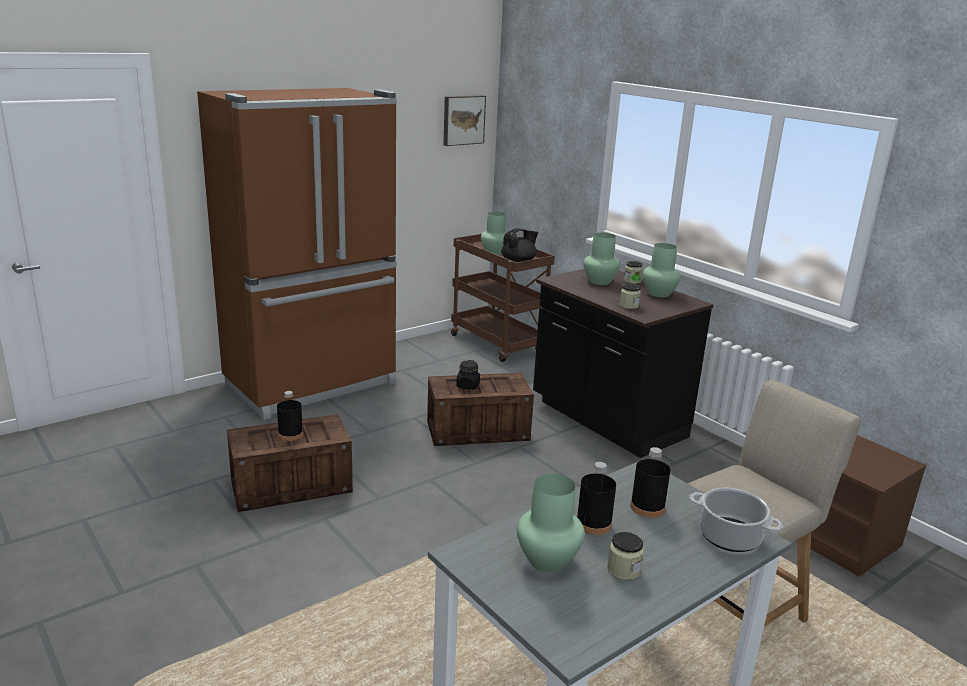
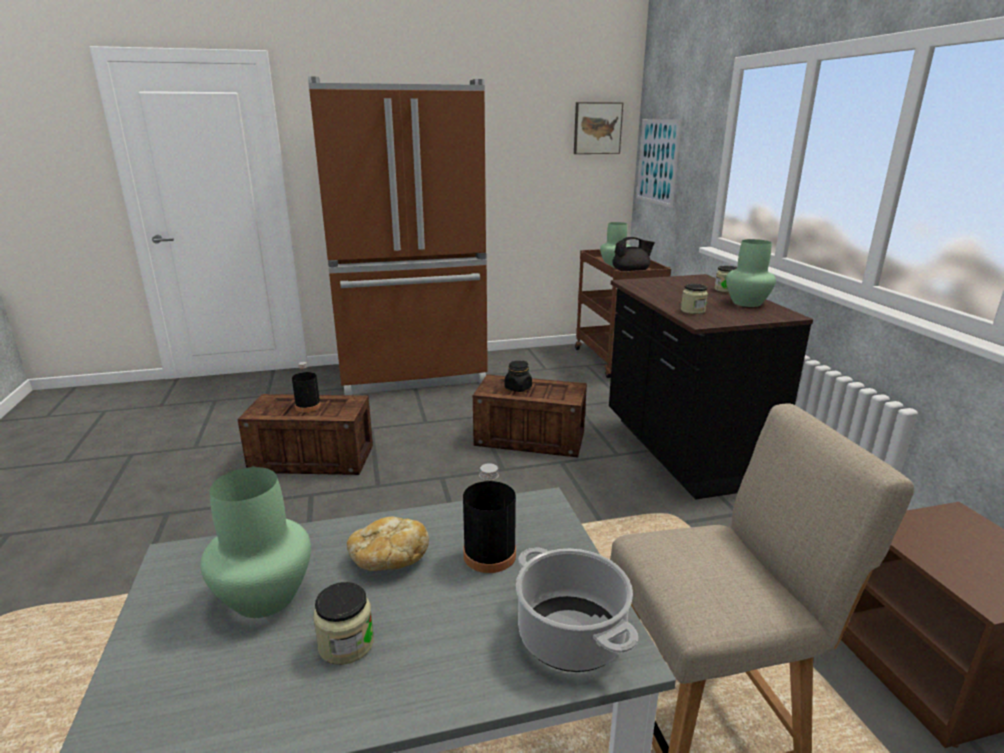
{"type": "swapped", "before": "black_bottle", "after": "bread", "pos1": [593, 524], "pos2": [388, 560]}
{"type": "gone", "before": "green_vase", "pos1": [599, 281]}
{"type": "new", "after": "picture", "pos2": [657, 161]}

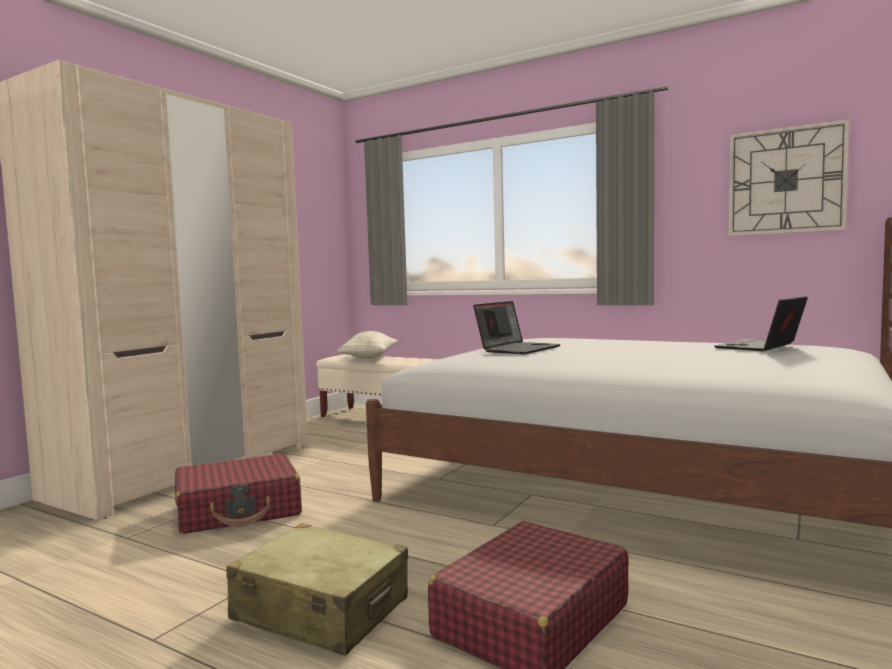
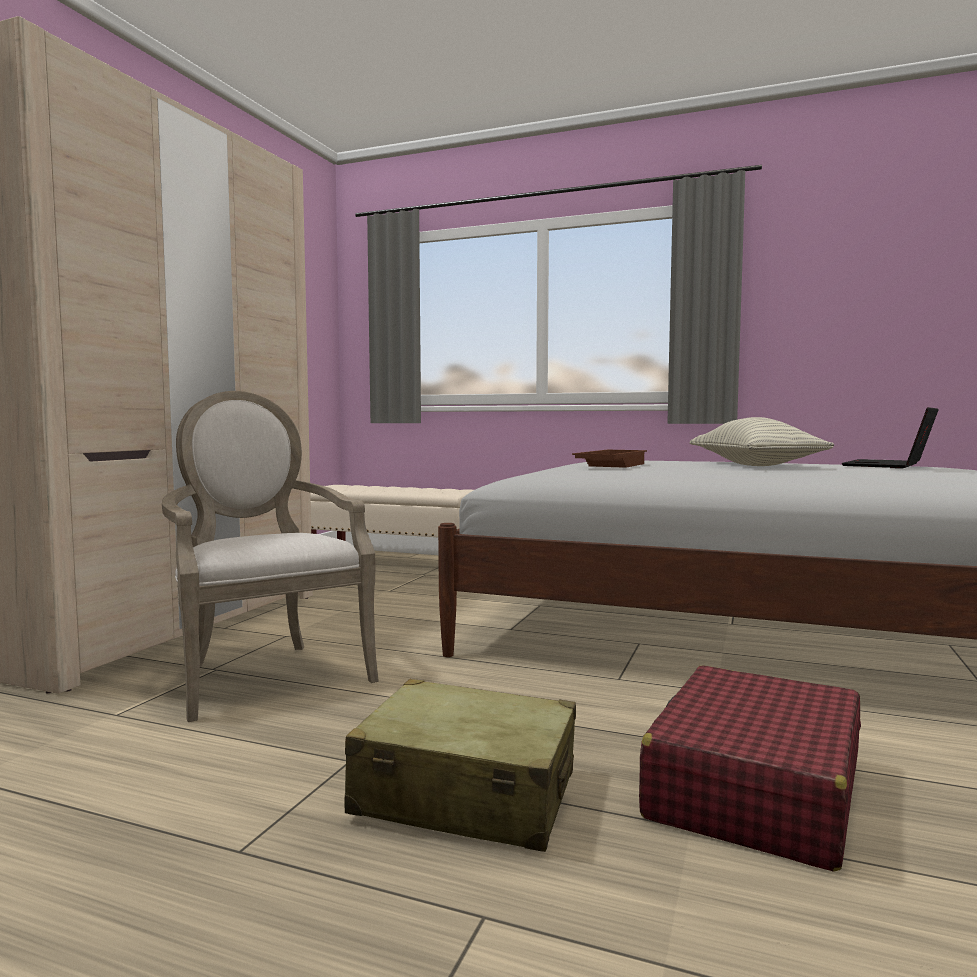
{"type": "swapped", "before": "red_suitcase", "after": "armchair", "pos1": [239, 510], "pos2": [266, 674]}
{"type": "shifted", "before": "pillow", "pos1": [369, 358], "pos2": [754, 465]}
{"type": "swapped", "before": "laptop", "after": "brown_tray", "pos1": [518, 349], "pos2": [609, 466]}
{"type": "gone", "before": "wall_clock", "pos1": [786, 181]}

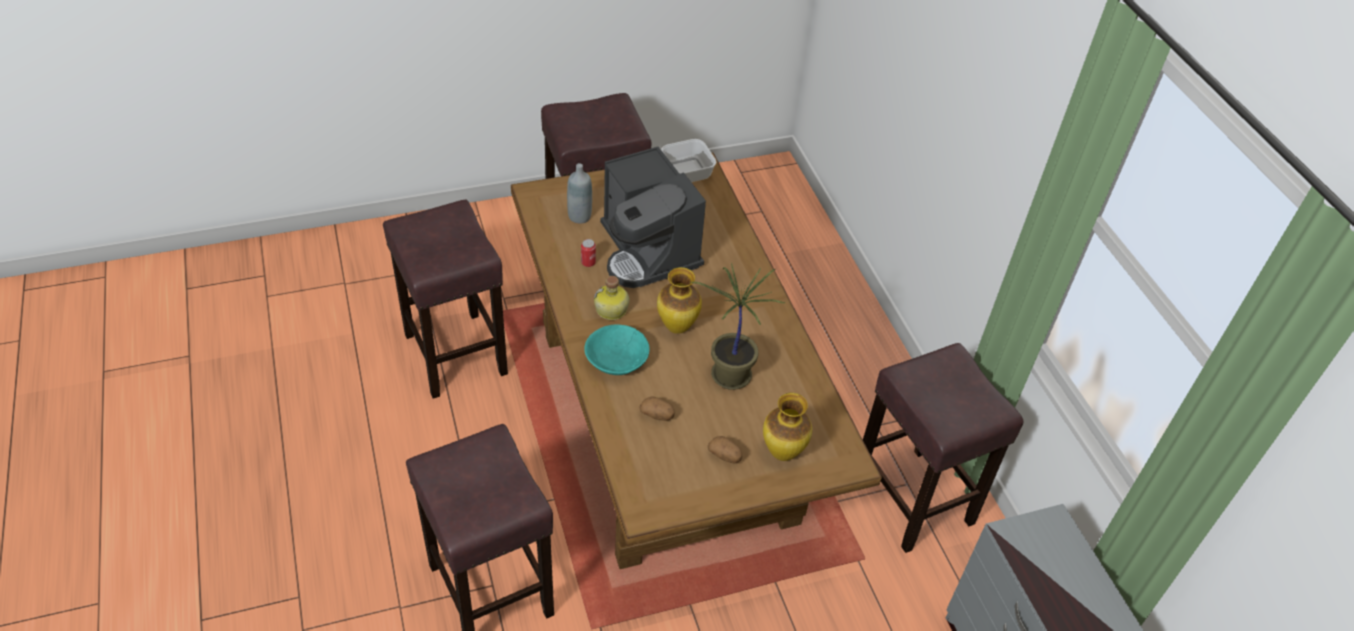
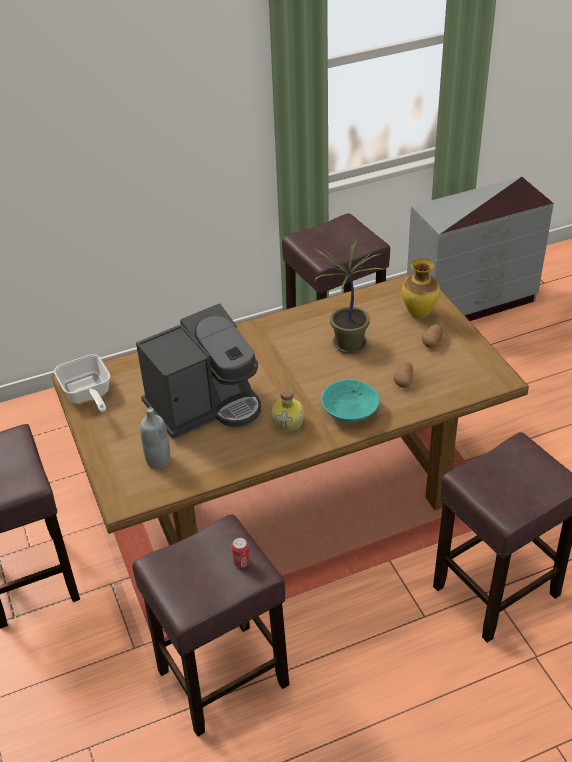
{"type": "shifted", "before": "can", "pos1": [588, 262], "pos2": [241, 562]}
{"type": "gone", "before": "vase", "pos1": [676, 327]}

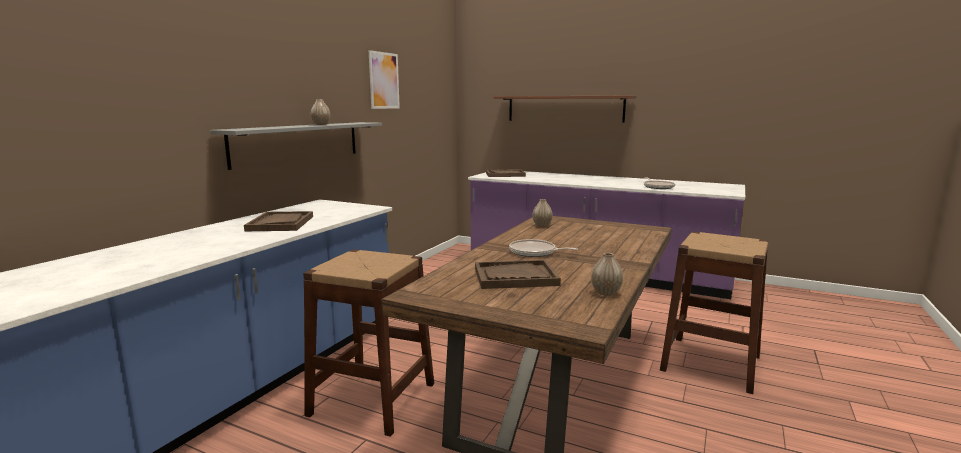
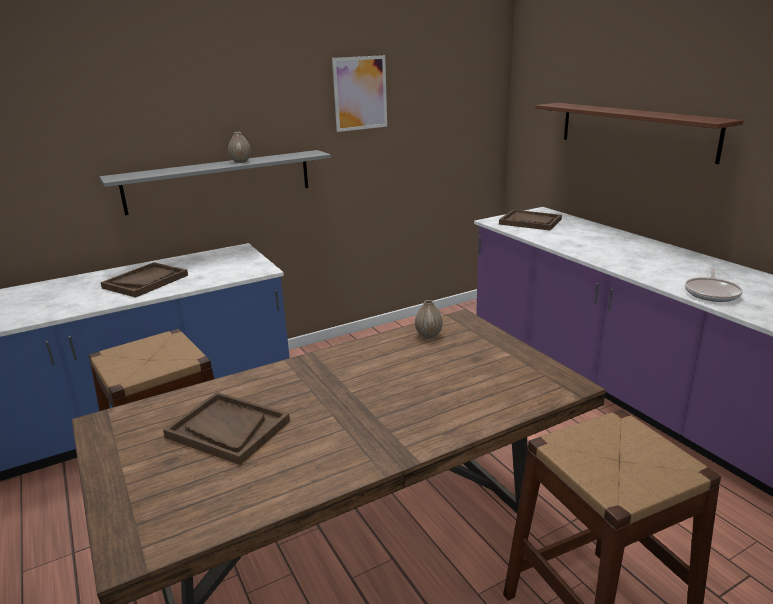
{"type": "gone", "before": "frying_pan", "pos1": [534, 252]}
{"type": "gone", "before": "vase", "pos1": [606, 293]}

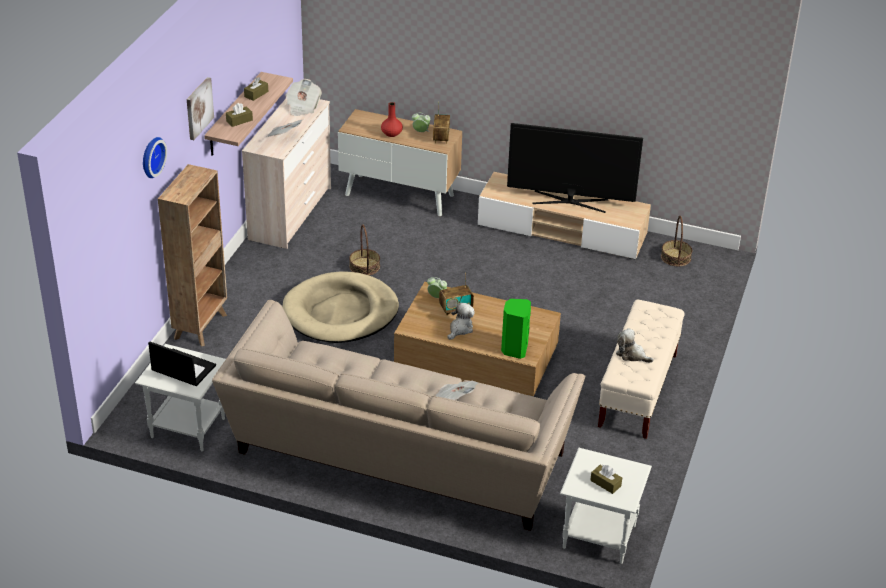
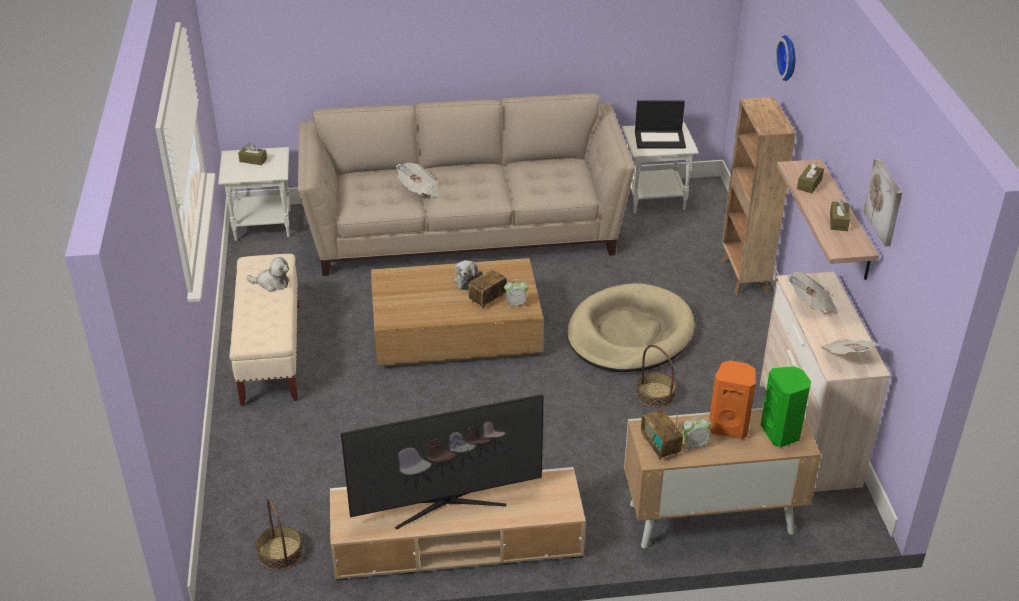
{"type": "shifted", "before": "picture", "pos1": [198, 108], "pos2": [885, 202]}
{"type": "swapped", "before": "red_vase", "after": "orange_speaker", "pos1": [391, 134], "pos2": [729, 426]}
{"type": "shifted", "before": "green_speaker", "pos1": [514, 349], "pos2": [781, 433]}

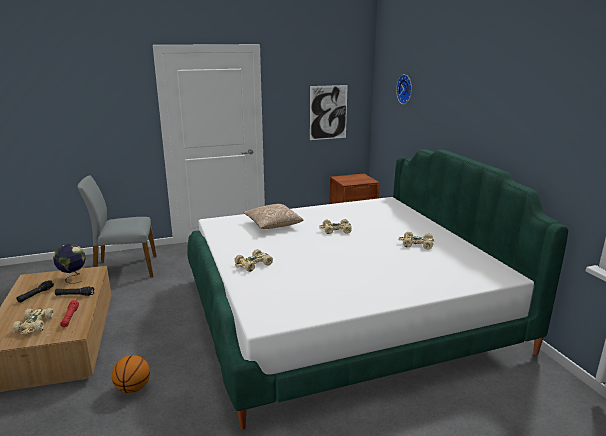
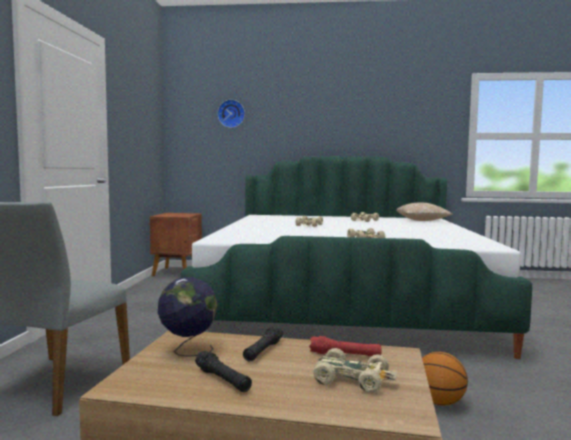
{"type": "shifted", "before": "pillow", "pos1": [272, 225], "pos2": [422, 220]}
{"type": "gone", "before": "picture", "pos1": [328, 112]}

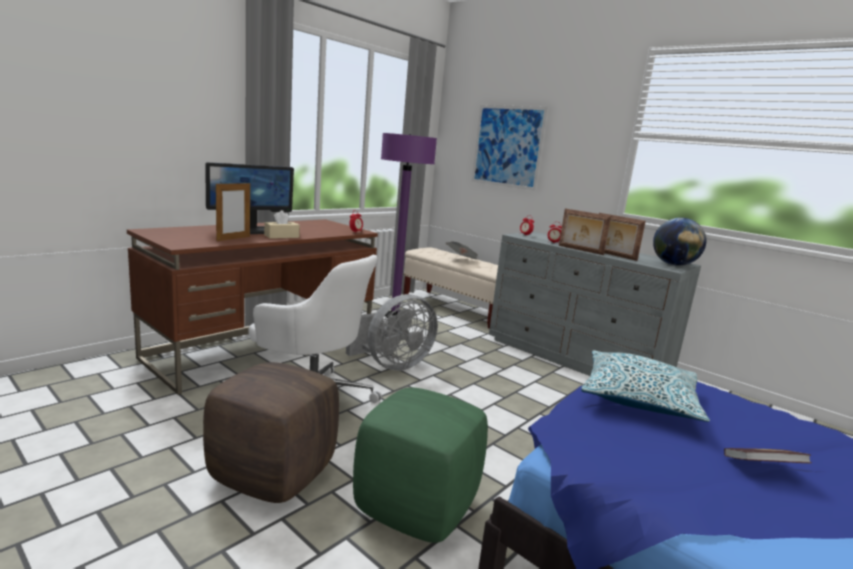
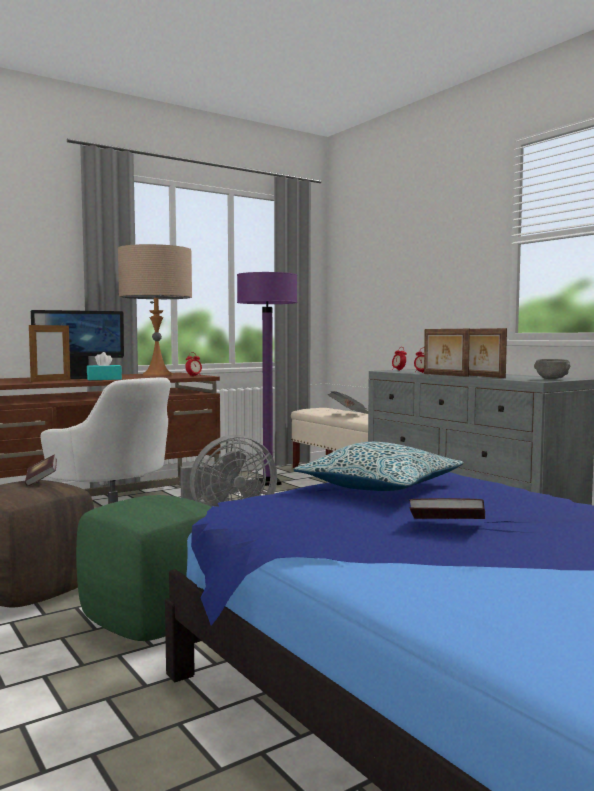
{"type": "repainted", "before": "beige_tissue_box", "after": "turquoise_tissue_box", "pos1": [281, 236], "pos2": [104, 379]}
{"type": "gone", "before": "picture", "pos1": [508, 146]}
{"type": "swapped", "before": "globe", "after": "grey_bowl", "pos1": [673, 265], "pos2": [552, 379]}
{"type": "new", "after": "book", "pos2": [41, 480]}
{"type": "new", "after": "beige_table_lamp", "pos2": [157, 374]}

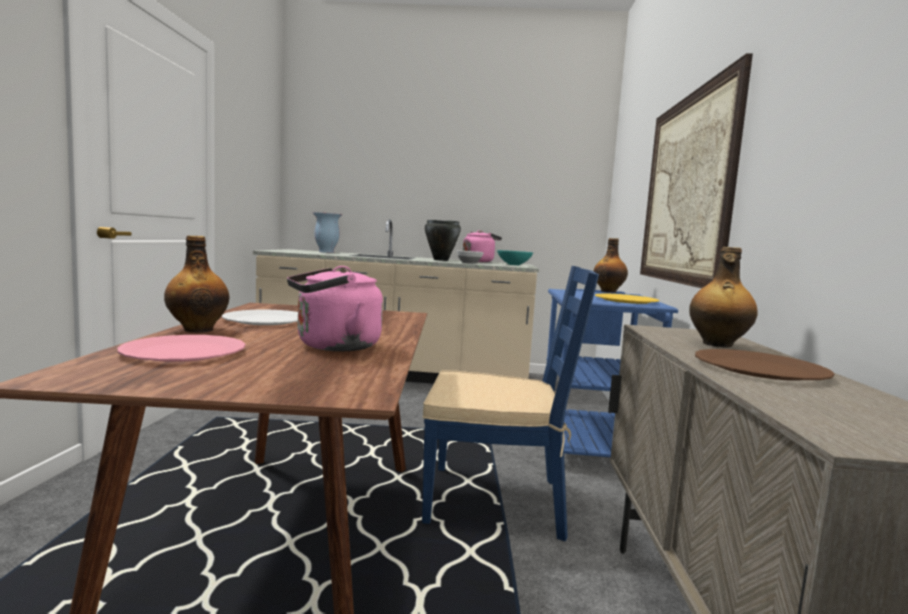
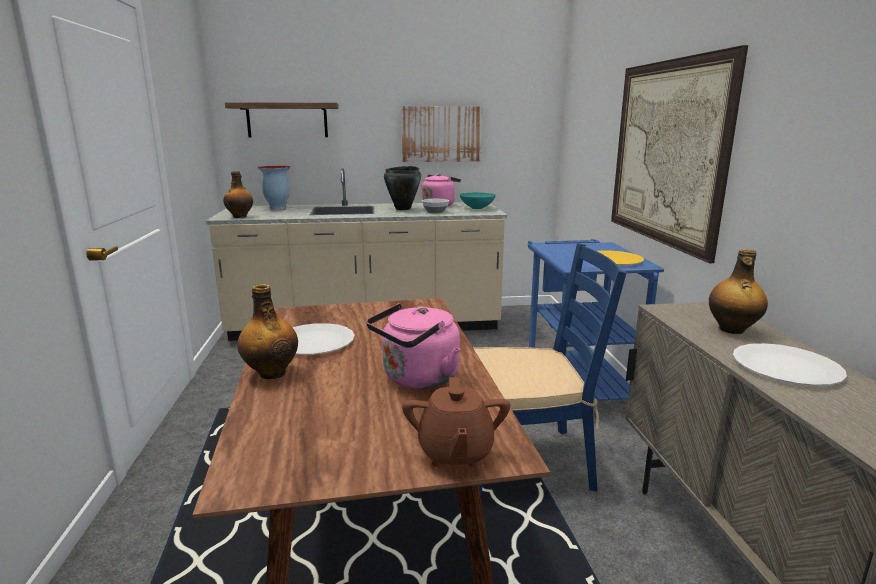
{"type": "gone", "before": "pink_plate", "pos1": [184, 352]}
{"type": "shifted", "before": "bottle", "pos1": [608, 291], "pos2": [240, 216]}
{"type": "repainted", "before": "brown_plate", "after": "white_plate", "pos1": [759, 368], "pos2": [786, 367]}
{"type": "new", "after": "shelf", "pos2": [287, 120]}
{"type": "new", "after": "picture", "pos2": [441, 134]}
{"type": "new", "after": "brown_teapot", "pos2": [455, 452]}

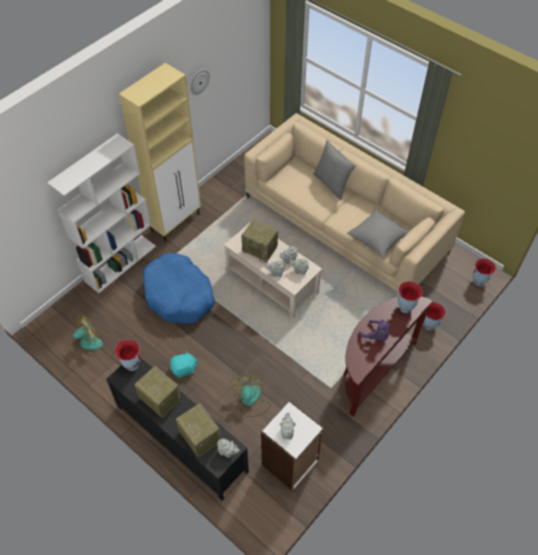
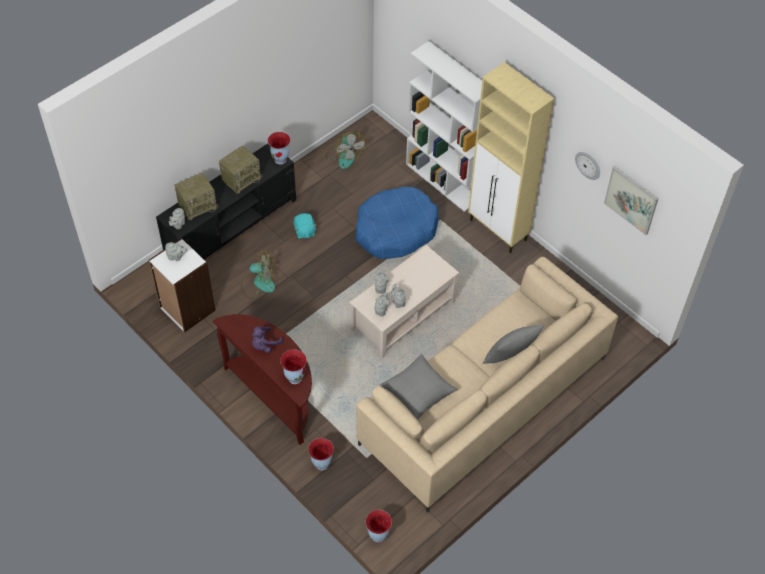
{"type": "gone", "before": "radio", "pos1": [260, 249]}
{"type": "new", "after": "picture", "pos2": [631, 200]}

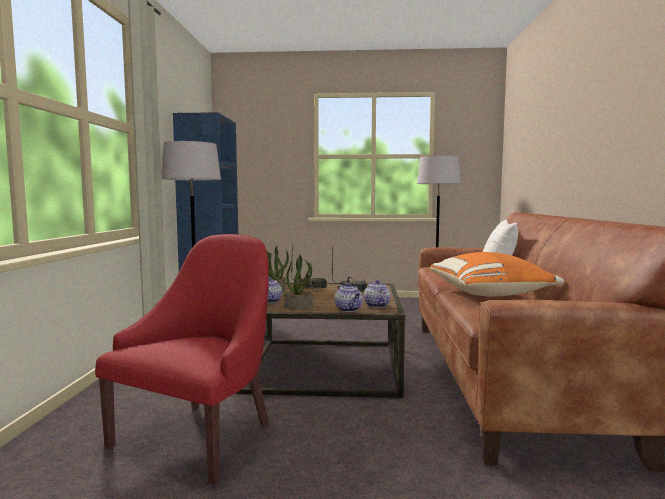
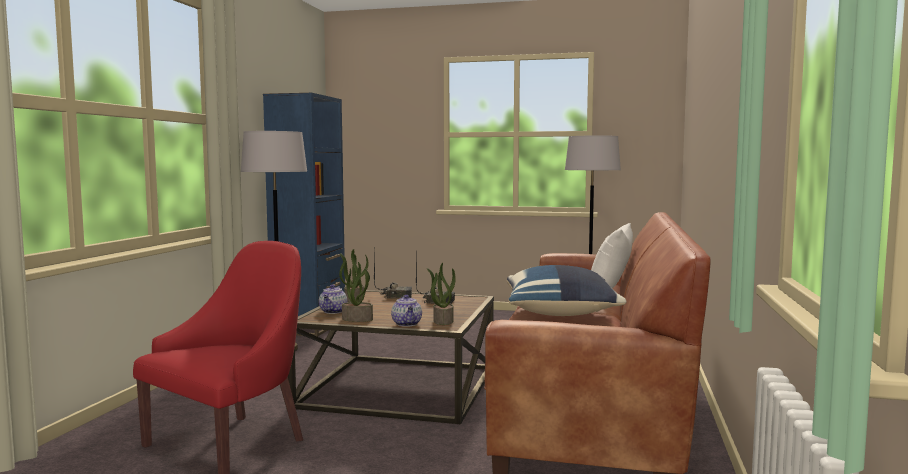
{"type": "swapped", "before": "teapot", "after": "potted_plant", "pos1": [376, 305], "pos2": [442, 321]}
{"type": "repainted", "before": "orange_pillow", "after": "blue_pillow", "pos1": [490, 295], "pos2": [561, 314]}

